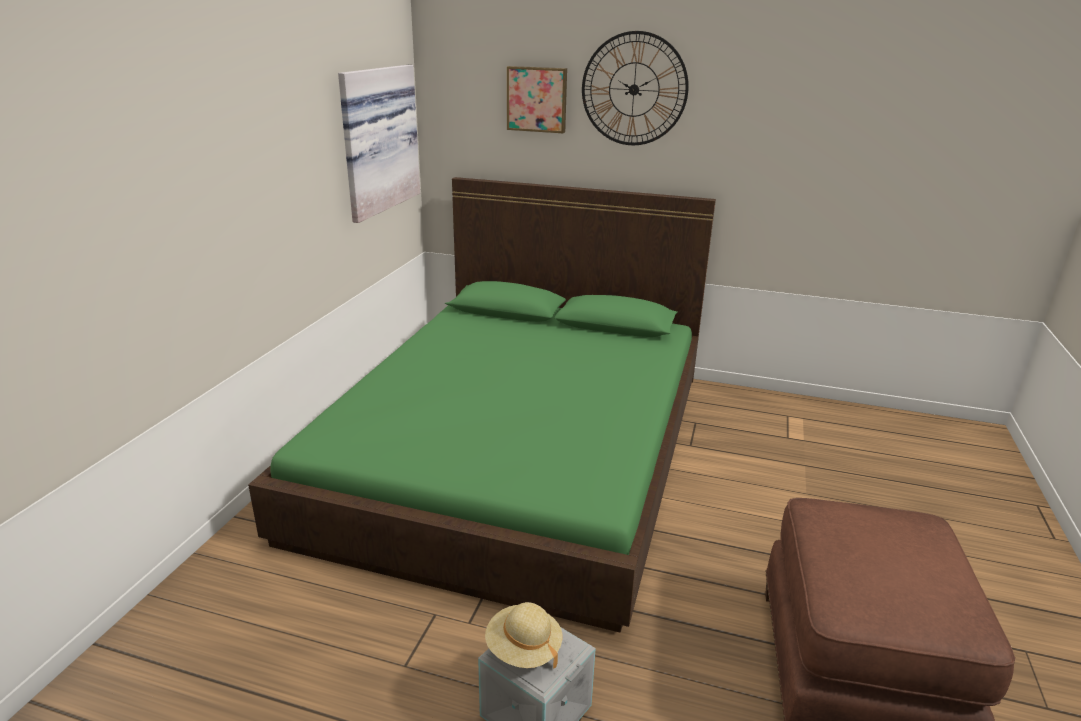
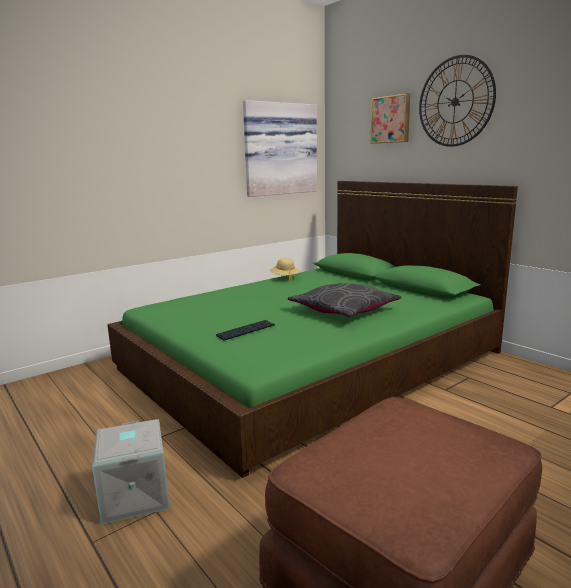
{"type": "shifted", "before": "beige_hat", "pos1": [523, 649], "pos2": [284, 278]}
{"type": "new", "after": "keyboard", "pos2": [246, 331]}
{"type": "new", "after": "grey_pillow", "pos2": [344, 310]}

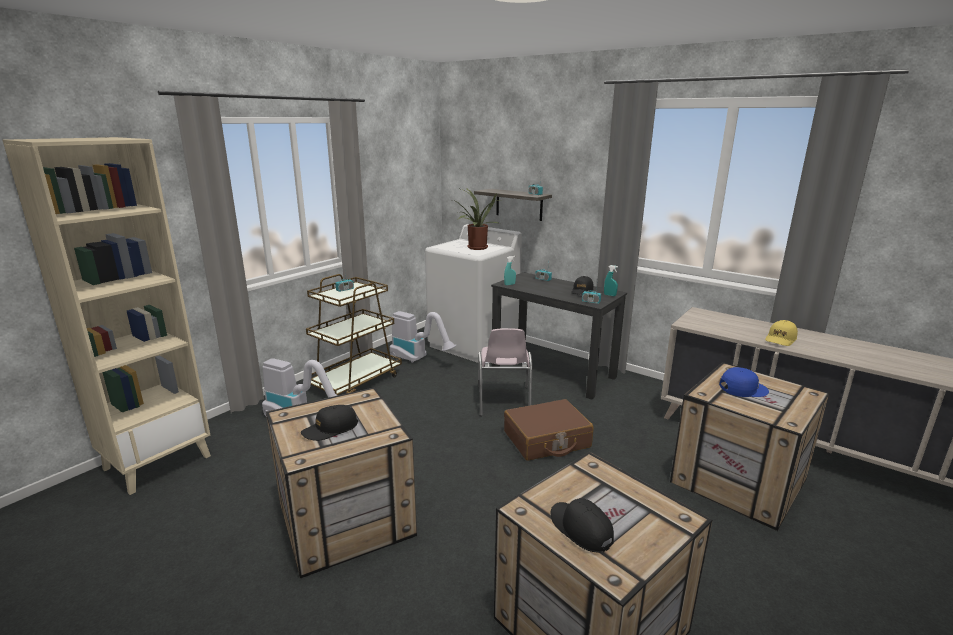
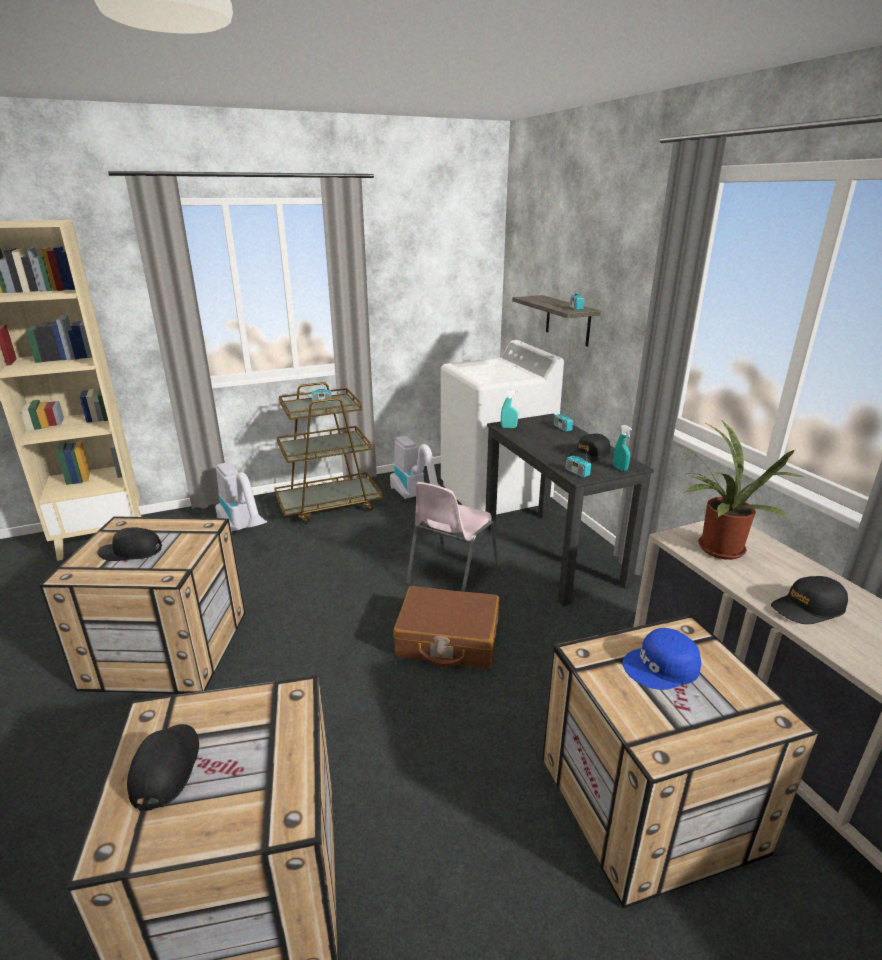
{"type": "shifted", "before": "potted_plant", "pos1": [476, 248], "pos2": [717, 550]}
{"type": "rotated", "before": "blue_cap", "pos1": [742, 388], "pos2": [662, 667], "turn": 135}
{"type": "repainted", "before": "yellow_cap", "after": "black_cap", "pos1": [780, 339], "pos2": [807, 608]}

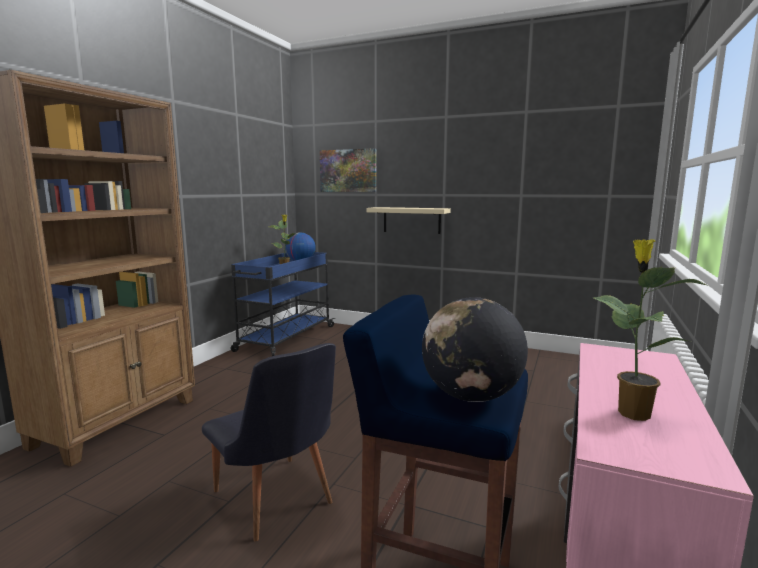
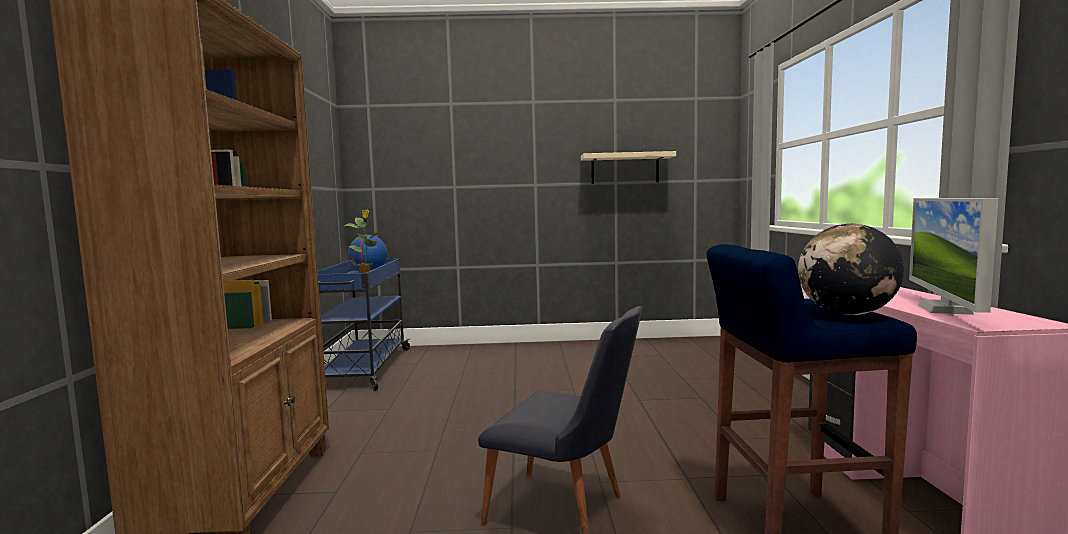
{"type": "gone", "before": "picture", "pos1": [348, 170]}
{"type": "shifted", "before": "beige_shelf", "pos1": [411, 220], "pos2": [624, 168]}
{"type": "swapped", "before": "potted_plant", "after": "monitor", "pos1": [632, 413], "pos2": [944, 309]}

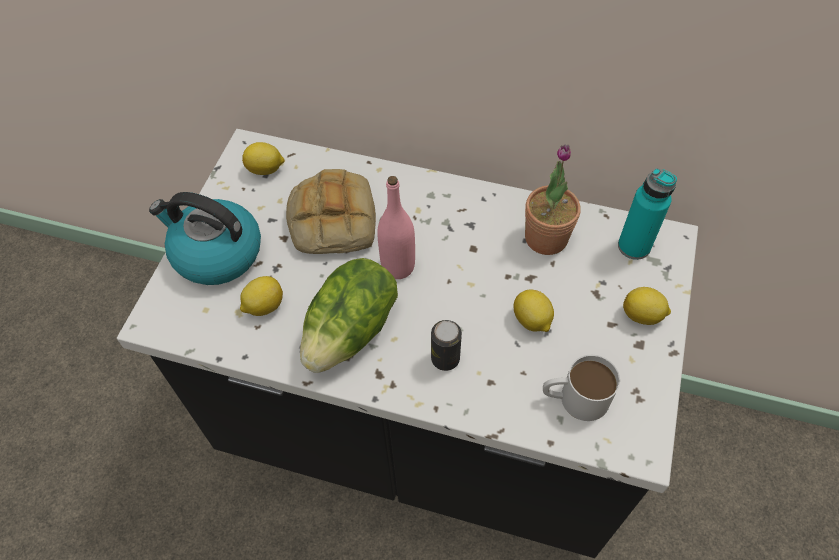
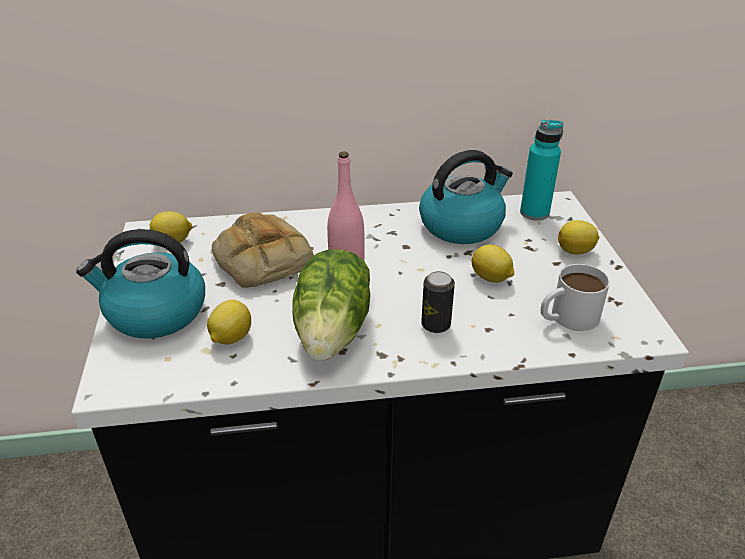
{"type": "swapped", "before": "potted_plant", "after": "kettle", "pos1": [546, 238], "pos2": [462, 225]}

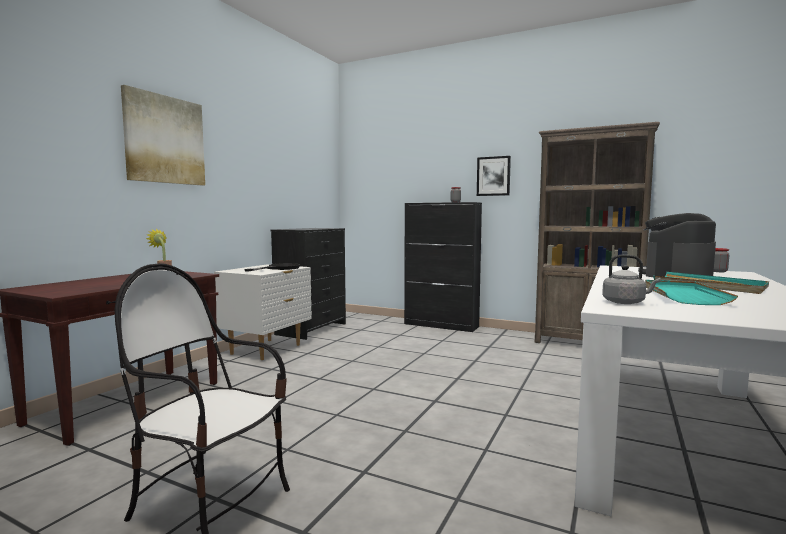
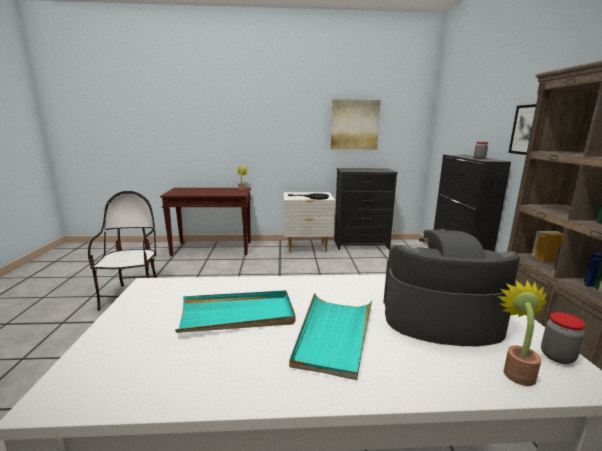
{"type": "shifted", "before": "picture", "pos1": [165, 140], "pos2": [354, 124]}
{"type": "gone", "before": "grey_kettle", "pos1": [626, 302]}
{"type": "new", "after": "potted_plant", "pos2": [516, 371]}

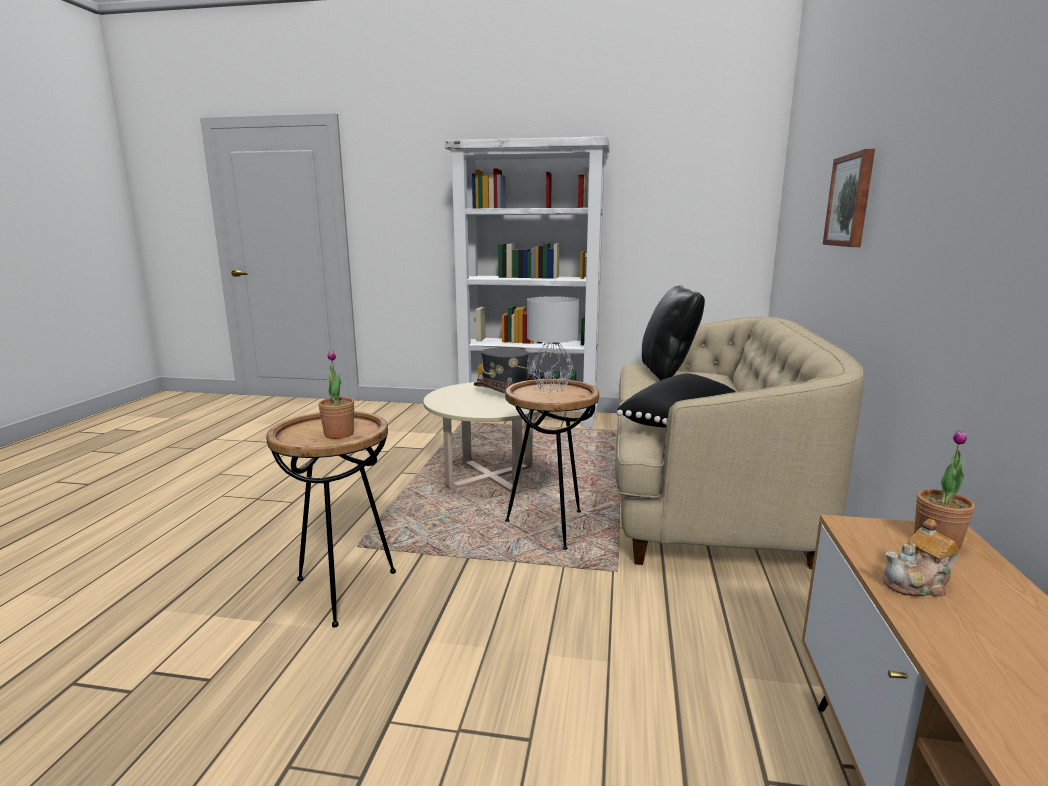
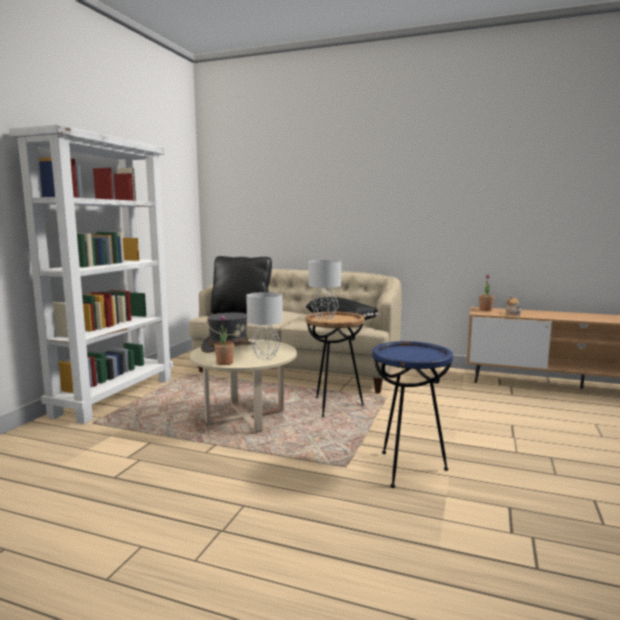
{"type": "repainted", "before": "brown_side_table", "after": "blue_side_table", "pos1": [343, 591], "pos2": [407, 469]}
{"type": "shifted", "before": "potted_plant", "pos1": [339, 434], "pos2": [225, 363]}
{"type": "gone", "before": "picture", "pos1": [851, 200]}
{"type": "new", "after": "grey_table_lamp", "pos2": [266, 356]}

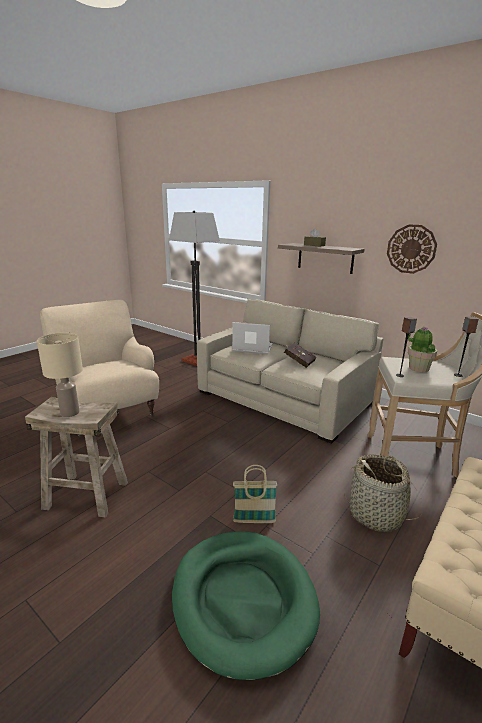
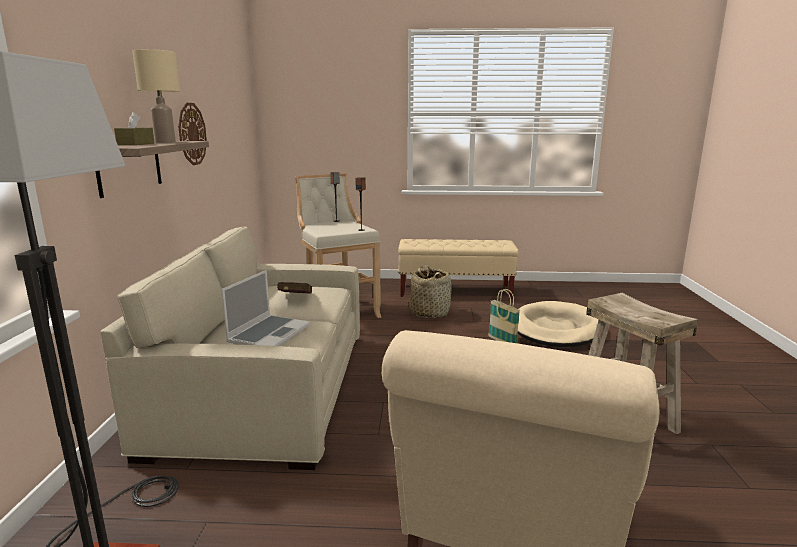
{"type": "shifted", "before": "beige_table_lamp", "pos1": [69, 413], "pos2": [165, 142]}
{"type": "repainted", "before": "green_dog_bed", "after": "beige_dog_bed", "pos1": [243, 600], "pos2": [555, 329]}
{"type": "rotated", "before": "laptop", "pos1": [252, 348], "pos2": [269, 333], "turn": -135}
{"type": "gone", "before": "potted_plant", "pos1": [418, 368]}

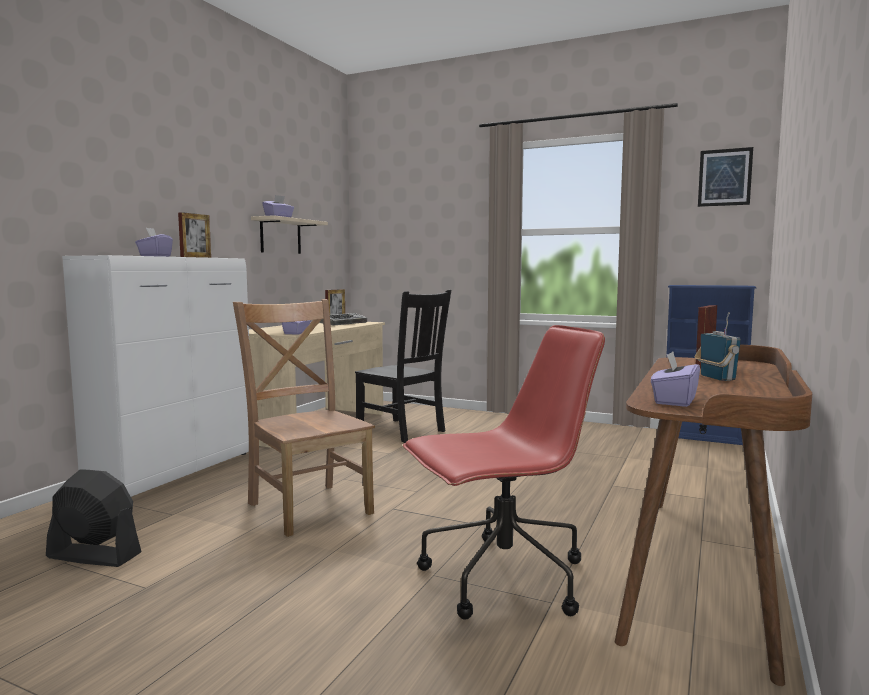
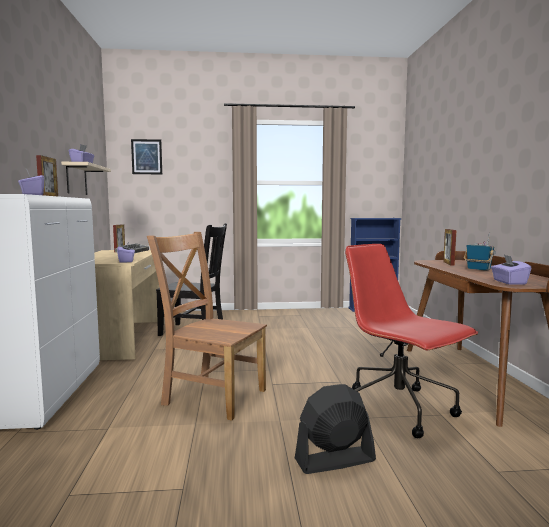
{"type": "shifted", "before": "black_fan", "pos1": [93, 555], "pos2": [334, 460]}
{"type": "rotated", "before": "red_office_chair", "pos1": [502, 579], "pos2": [400, 409], "turn": -75}
{"type": "shifted", "before": "picture", "pos1": [724, 177], "pos2": [146, 157]}

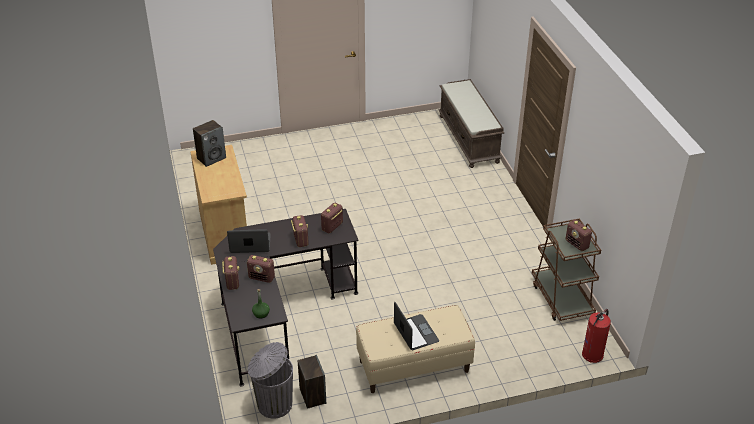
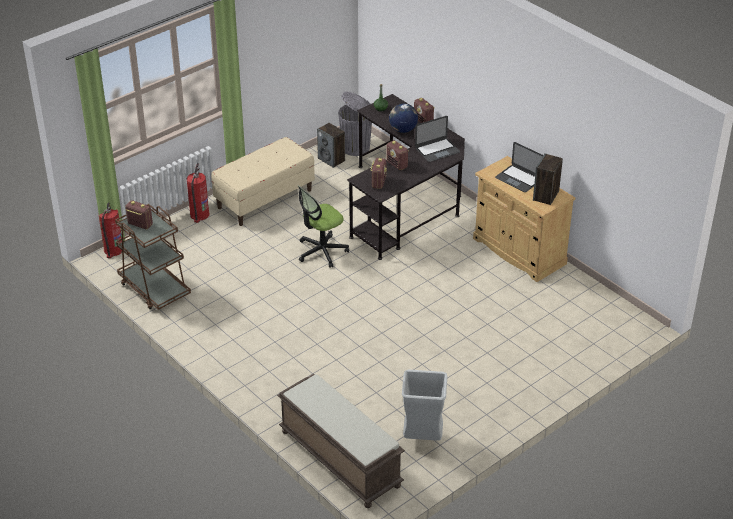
{"type": "swapped", "before": "radio", "after": "globe", "pos1": [262, 278], "pos2": [403, 130]}
{"type": "shifted", "before": "laptop", "pos1": [416, 332], "pos2": [518, 178]}
{"type": "new", "after": "fire_extinguisher", "pos2": [199, 215]}
{"type": "new", "after": "office_chair", "pos2": [321, 251]}
{"type": "new", "after": "grey_trash_can", "pos2": [422, 439]}

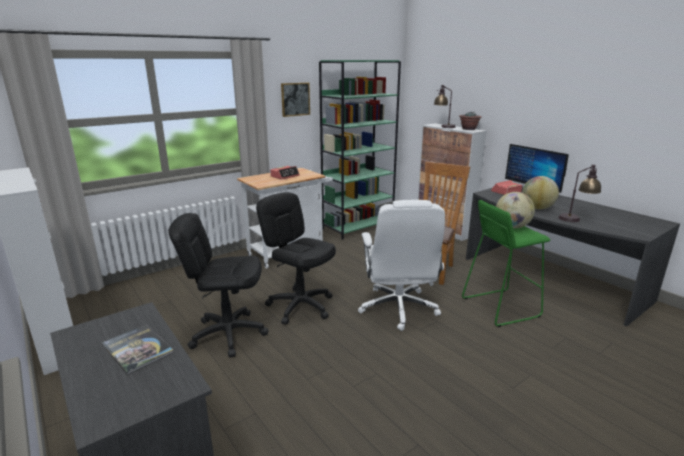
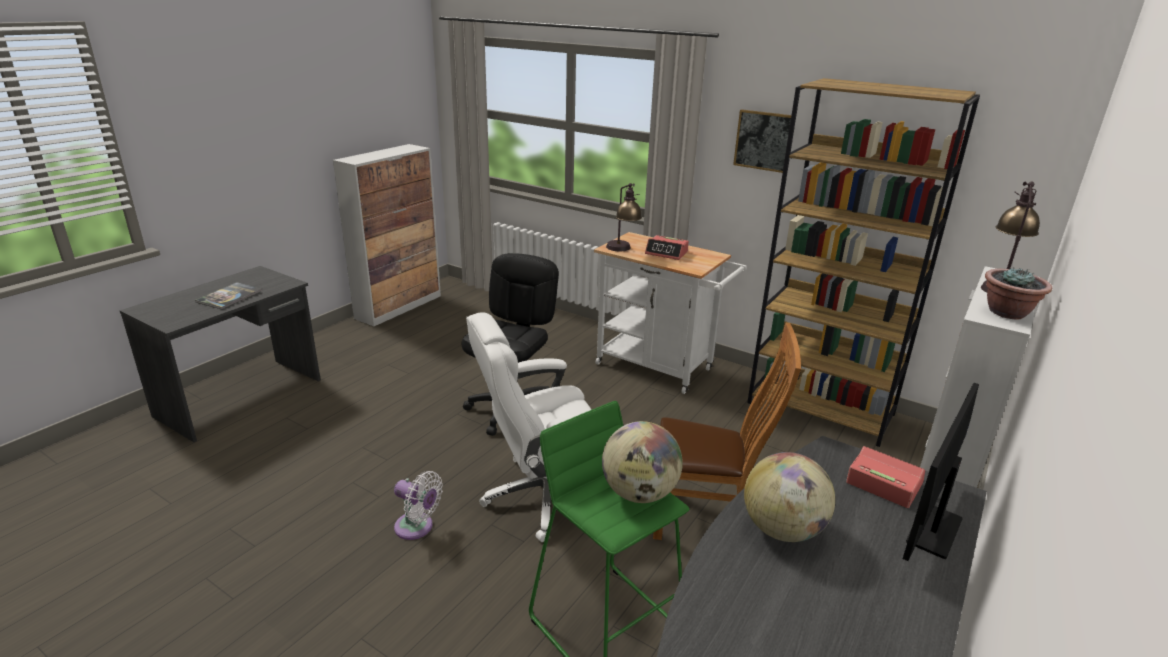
{"type": "gone", "before": "black_office_chair", "pos1": [228, 334]}
{"type": "repainted", "before": "green_bookcase", "after": "brown_bookcase", "pos1": [358, 226], "pos2": [821, 409]}
{"type": "shifted", "before": "table_lamp", "pos1": [576, 218], "pos2": [622, 250]}
{"type": "new", "after": "white_fan", "pos2": [417, 528]}

